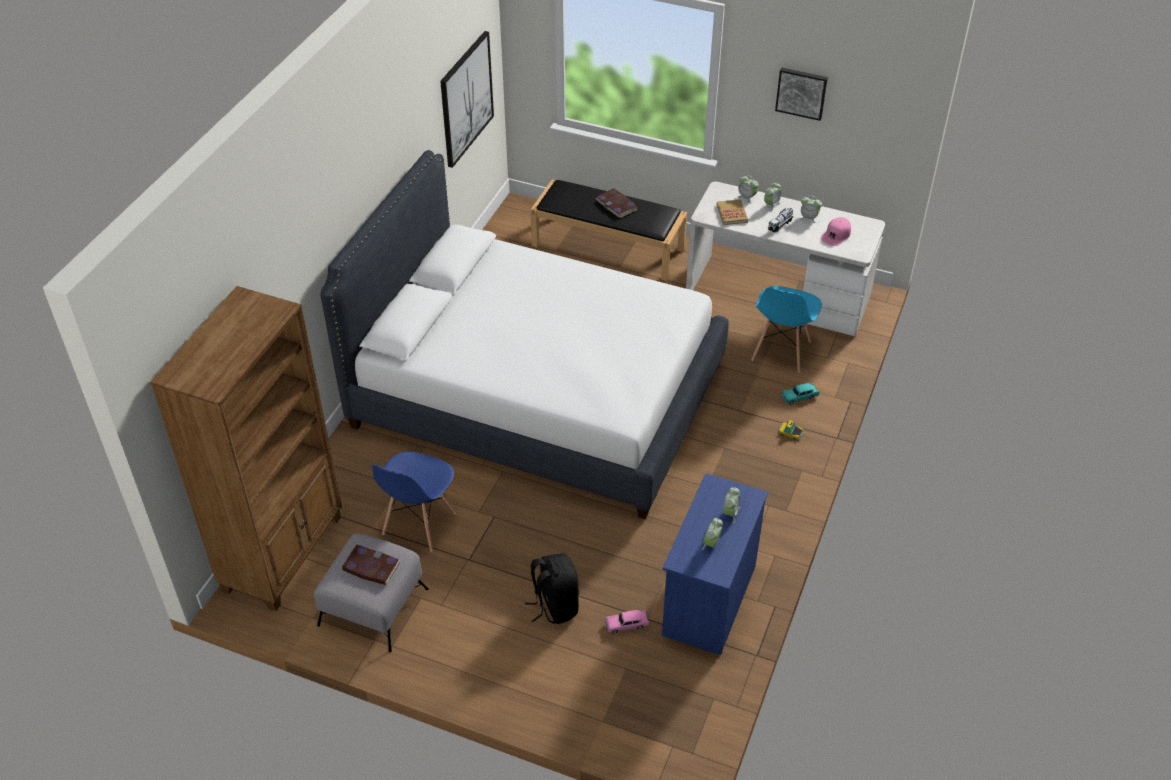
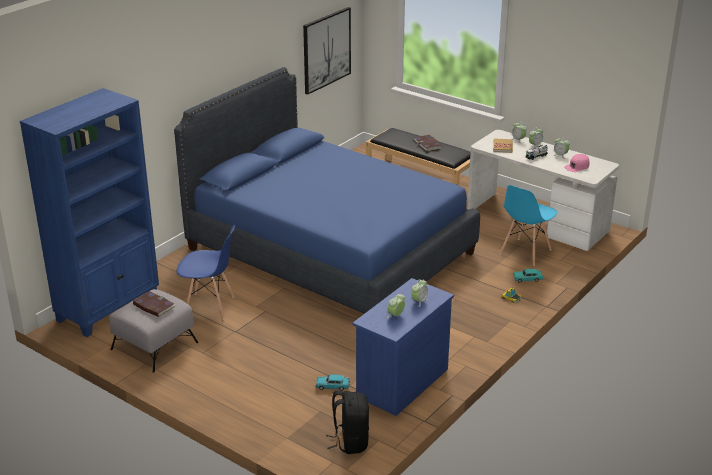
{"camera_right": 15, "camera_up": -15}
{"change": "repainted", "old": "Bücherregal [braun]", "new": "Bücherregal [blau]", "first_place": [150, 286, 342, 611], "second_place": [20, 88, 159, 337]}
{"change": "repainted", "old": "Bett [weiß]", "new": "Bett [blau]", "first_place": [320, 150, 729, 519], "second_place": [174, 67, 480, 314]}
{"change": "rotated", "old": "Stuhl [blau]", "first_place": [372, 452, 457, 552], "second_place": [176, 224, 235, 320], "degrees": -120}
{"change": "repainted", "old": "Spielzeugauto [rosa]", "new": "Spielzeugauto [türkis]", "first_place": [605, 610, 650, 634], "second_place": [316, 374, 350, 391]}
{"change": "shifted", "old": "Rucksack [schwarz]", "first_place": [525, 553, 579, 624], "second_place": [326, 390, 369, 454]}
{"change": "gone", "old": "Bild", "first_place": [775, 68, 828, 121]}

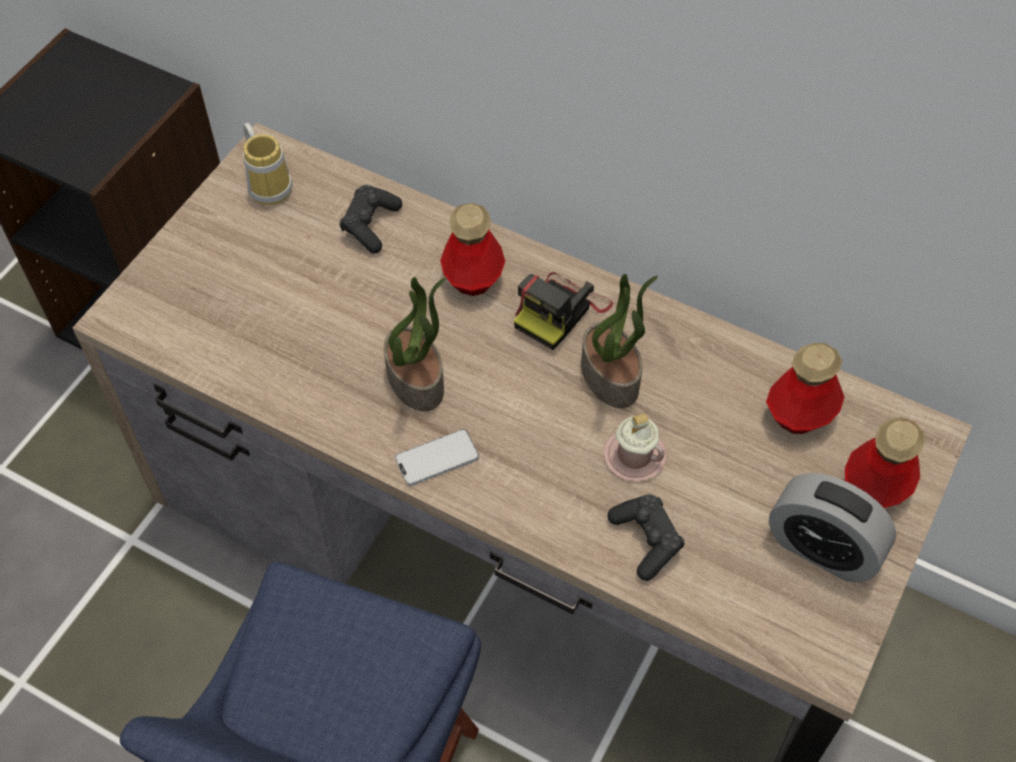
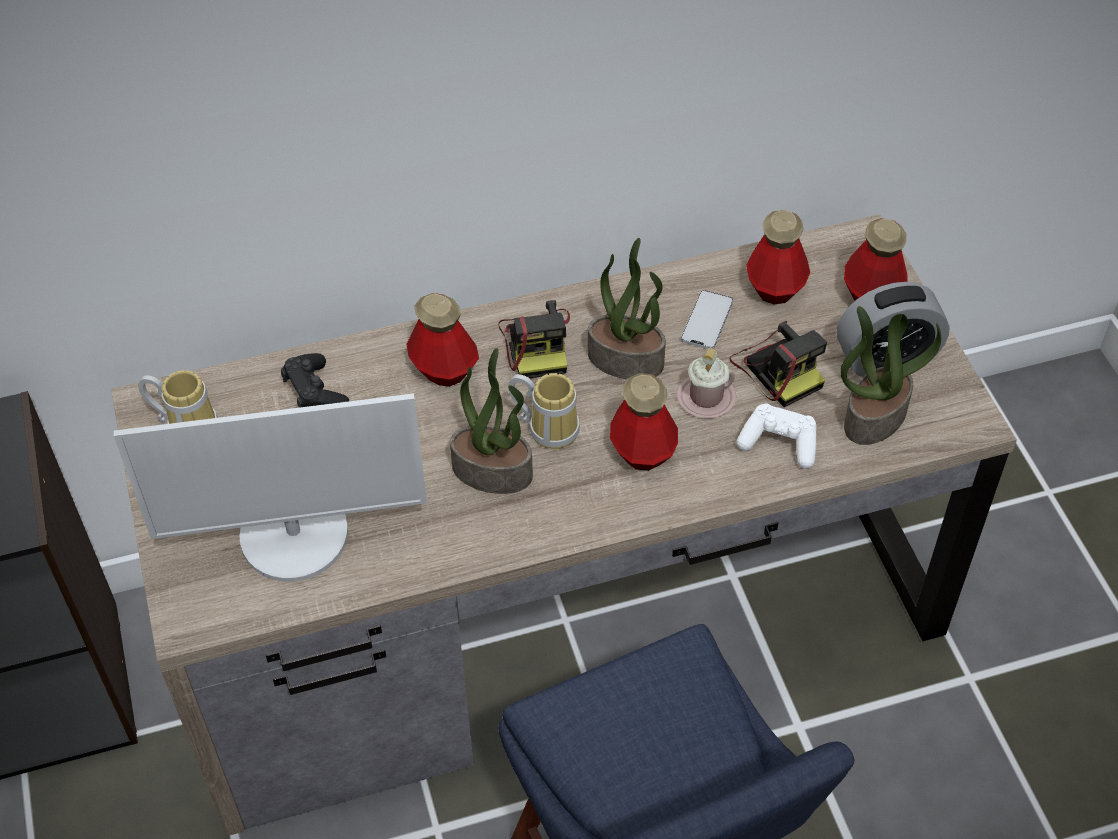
{"camera_right": -45, "camera_up": -5}
{"change": "new", "new": "Monitor", "second_place": [114, 393, 427, 582]}
{"change": "new", "new": "Henkelbecher", "second_place": [508, 373, 580, 449]}
{"change": "new", "new": "Flasche", "second_place": [610, 373, 678, 471]}
{"change": "shifted", "old": "Handy", "first_place": [395, 429, 479, 486], "second_place": [681, 290, 733, 349]}
{"change": "new", "new": "Kamera", "second_place": [730, 321, 827, 407]}
{"change": "repainted", "old": "Gamepad [schwarz]", "new": "Gamepad [weiß]", "first_place": [607, 494, 685, 581], "second_place": [737, 403, 817, 469]}
{"change": "new", "new": "Topfpflanze", "second_place": [840, 306, 941, 445]}

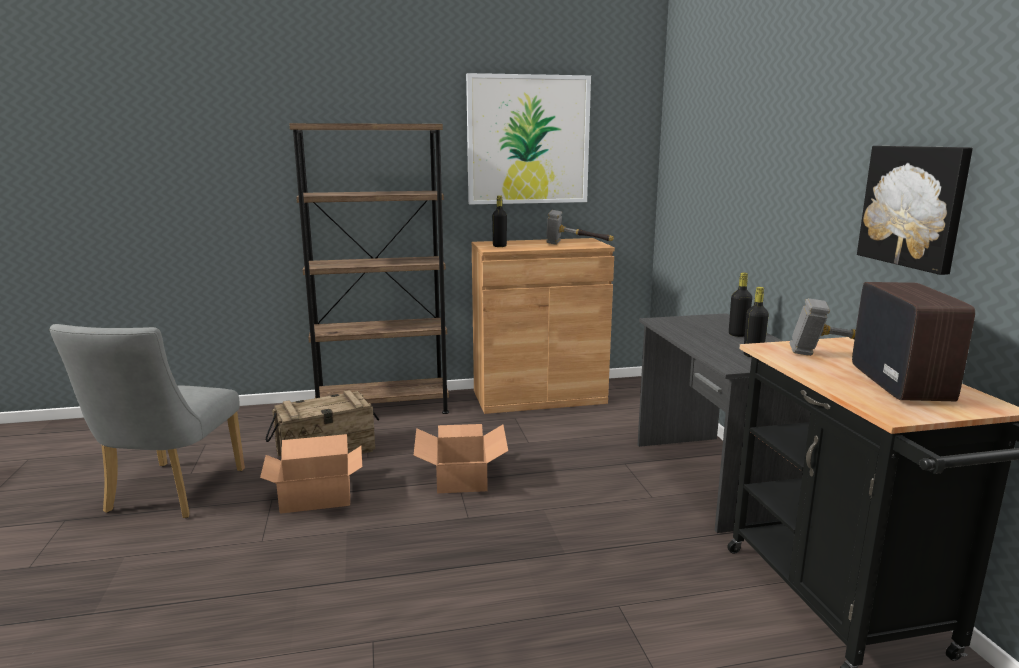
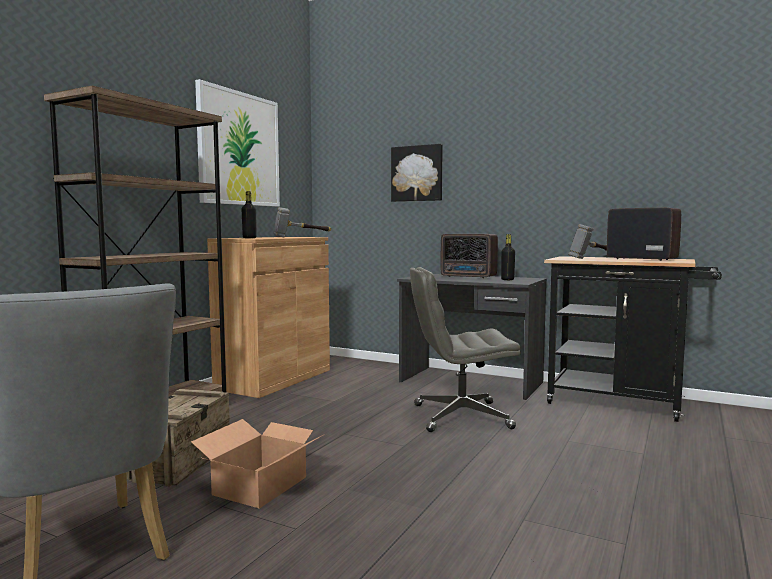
{"camera_right": -50, "camera_up": -10}
{"change": "shifted", "old": "Bild", "first_place": [857, 146, 973, 275], "second_place": [391, 144, 443, 202]}
{"change": "new", "new": "Bürostuhl [grau]", "second_place": [410, 267, 521, 432]}
{"change": "swapped", "old": "Flasche [schwarz]", "new": "Radio", "first_place": [729, 273, 752, 337], "second_place": [441, 234, 498, 278]}
{"change": "gone", "old": "Karton", "first_place": [414, 424, 508, 493]}

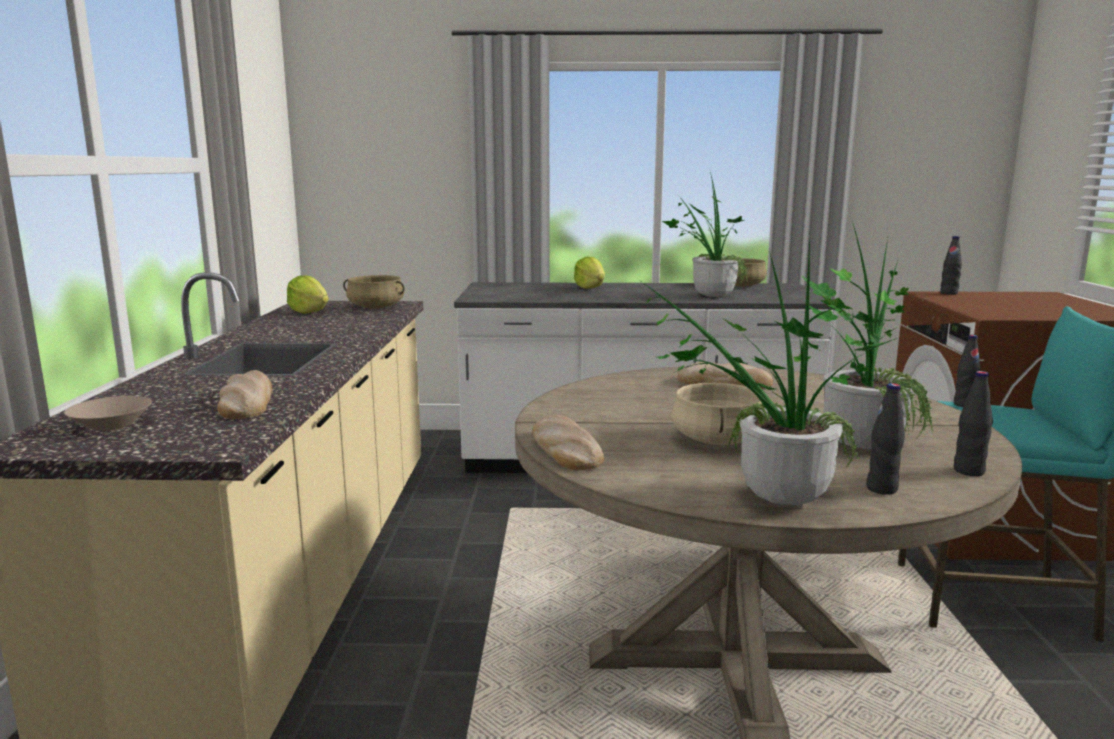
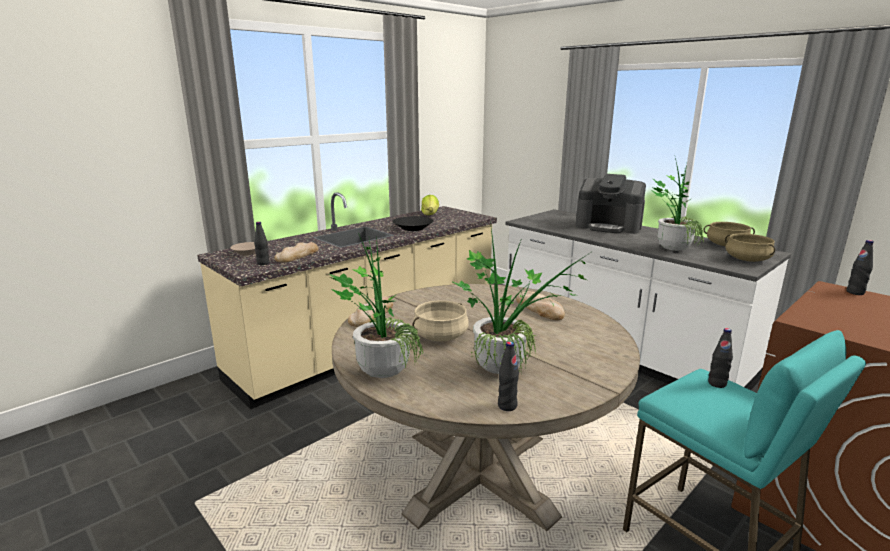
{"camera_right": 45, "camera_up": 5}
{"change": "shifted", "old": "Flasche [schwarz]", "first_place": [866, 383, 905, 495], "second_place": [254, 222, 270, 265]}
{"change": "new", "new": "Schüssel [schwarz]", "second_place": [392, 216, 433, 231]}
{"change": "swapped", "old": "Salatkopf", "new": "Kaffeemaschine", "first_place": [574, 257, 605, 289], "second_place": [576, 174, 646, 234]}
{"change": "shifted", "old": "Kochtopf [beige]", "first_place": [343, 275, 404, 308], "second_place": [725, 233, 775, 262]}

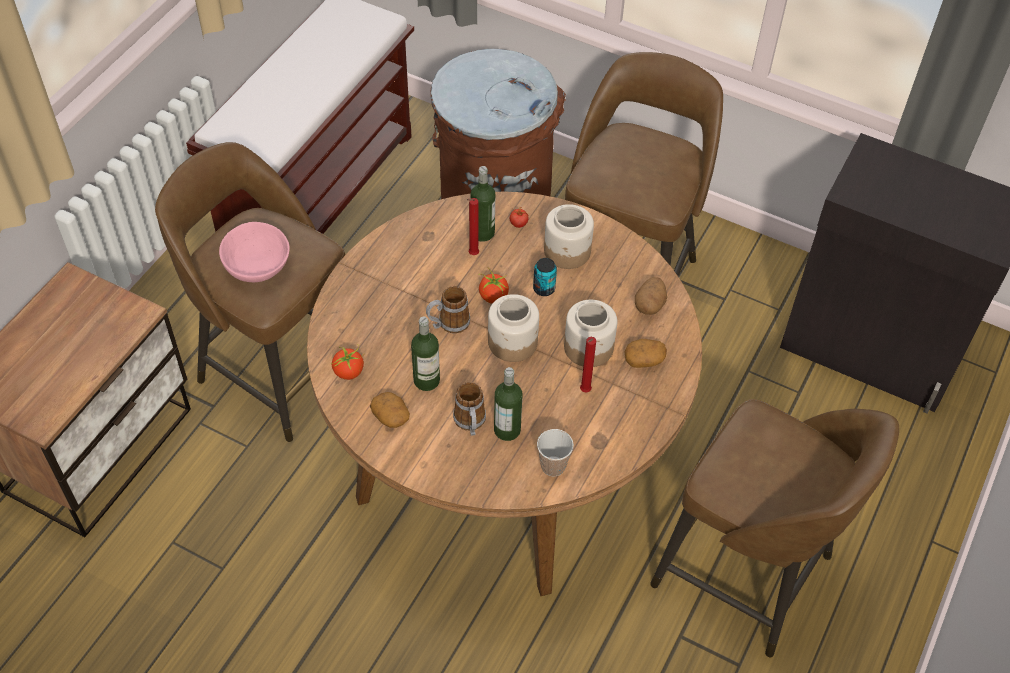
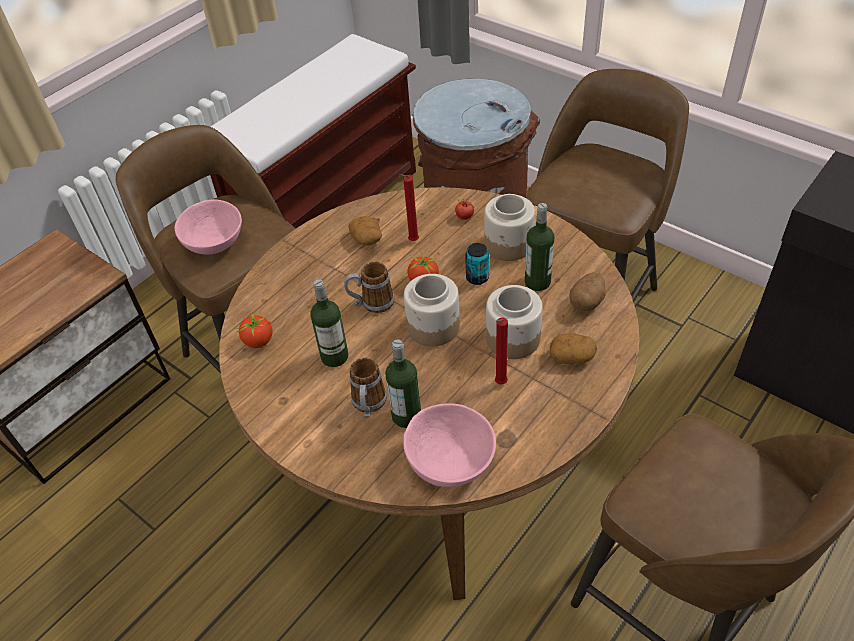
{"camera_right": 15, "camera_up": -5}
{"change": "shifted", "old": "Kartoffel", "first_place": [370, 392, 410, 428], "second_place": [348, 216, 382, 246]}
{"change": "swapped", "old": "Tasse", "new": "Schüssel [rosa]", "first_place": [537, 429, 574, 477], "second_place": [403, 403, 496, 487]}
{"change": "shifted", "old": "Flasche", "first_place": [471, 166, 495, 242], "second_place": [525, 203, 554, 291]}

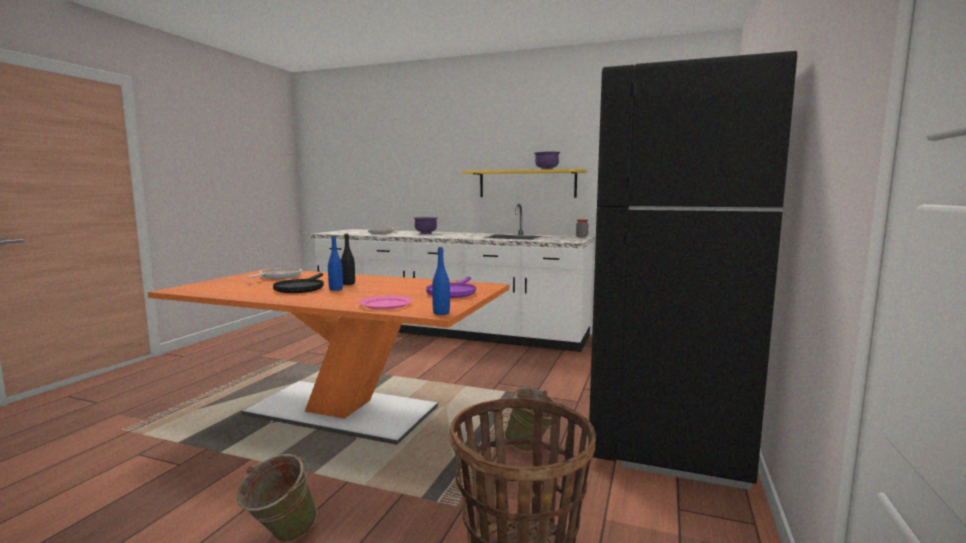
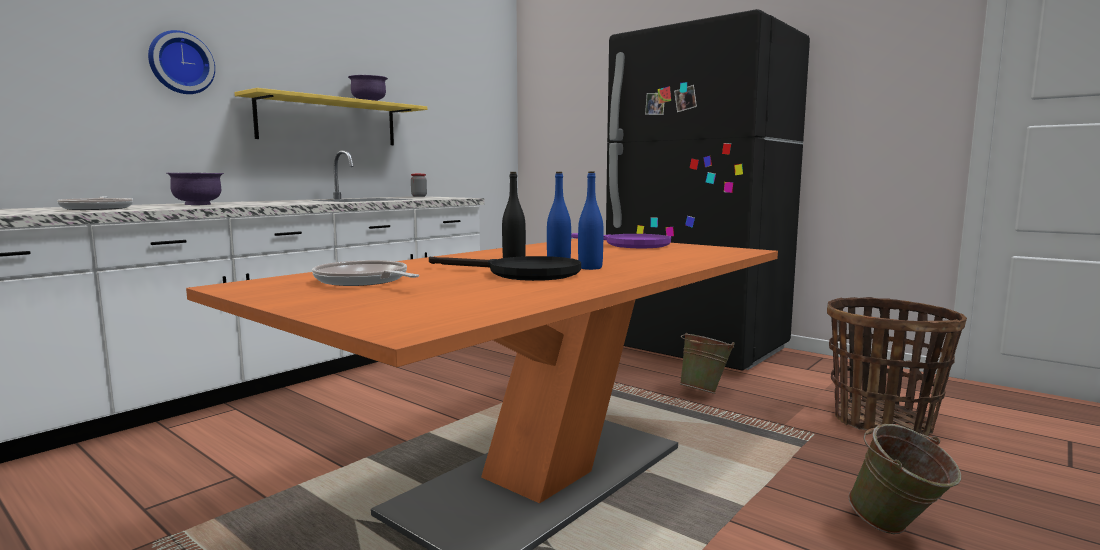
{"camera_right": -70, "camera_up": 0}
{"change": "new", "new": "Wanduhr", "second_place": [148, 30, 215, 94]}
{"change": "shifted", "old": "Flasche [blau]", "first_place": [432, 247, 450, 315], "second_place": [578, 171, 604, 270]}
{"change": "gone", "old": "Teller [rosa]", "first_place": [359, 295, 413, 310]}

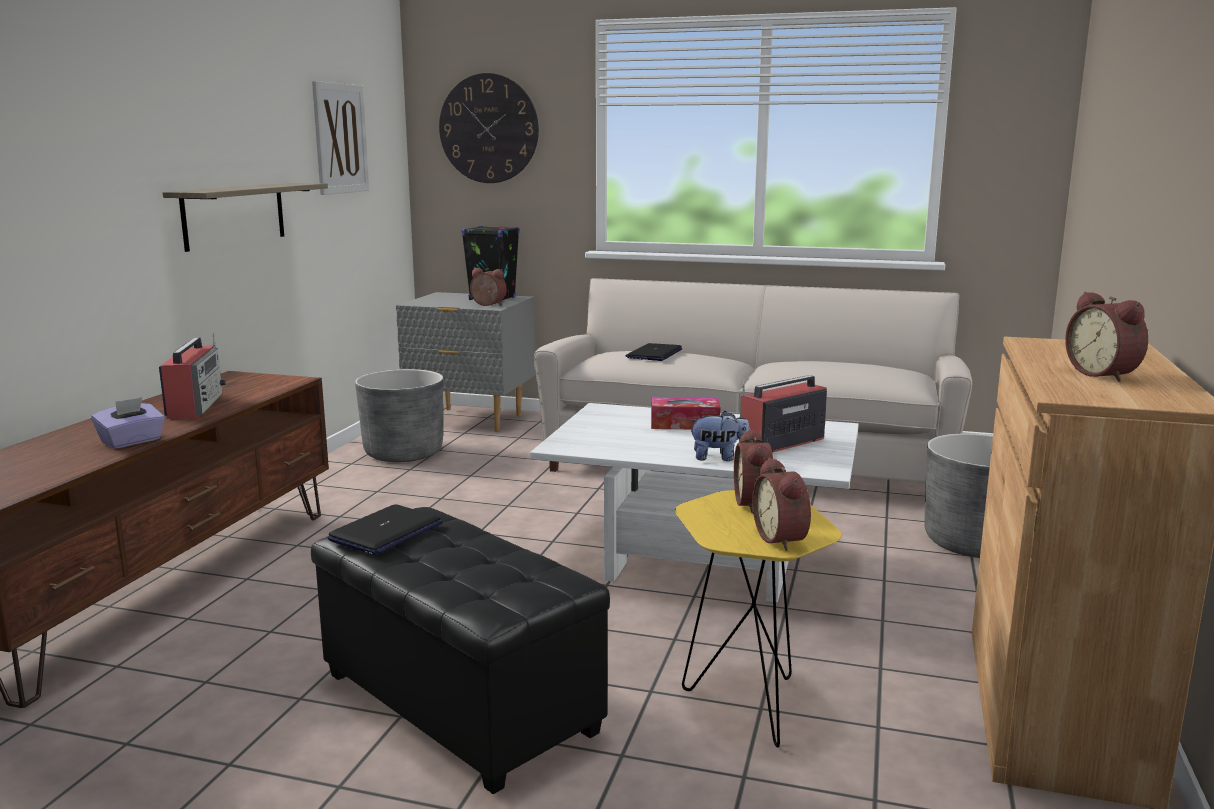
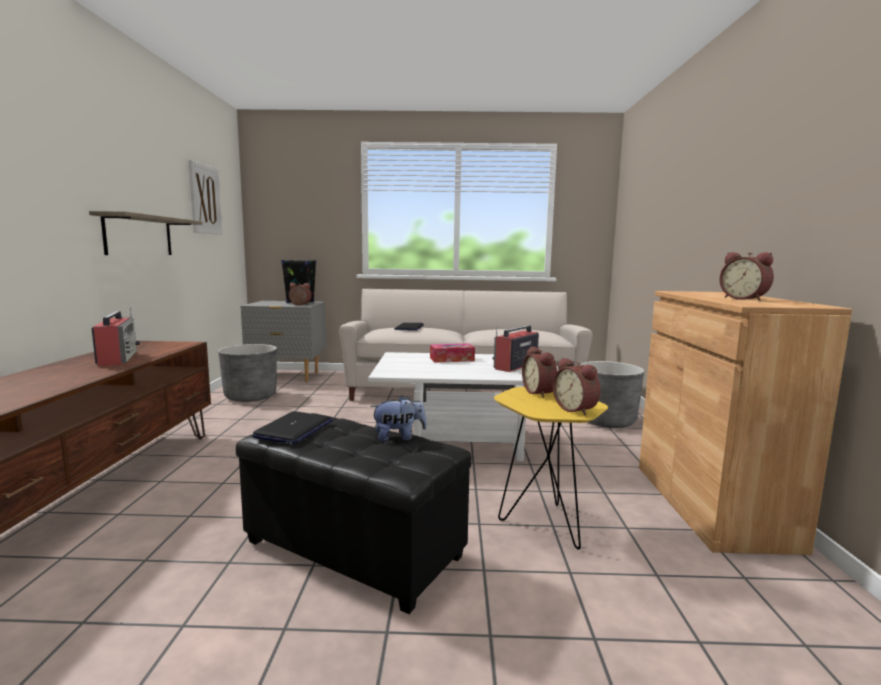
{"camera_right": -15, "camera_up": -5}
{"change": "shifted", "old": "Plüschtier", "first_place": [688, 411, 750, 461], "second_place": [371, 395, 427, 442]}
{"change": "gone", "old": "Taschentuchbox [lila]", "first_place": [92, 397, 165, 449]}
{"change": "gone", "old": "Wanduhr", "first_place": [439, 73, 539, 183]}

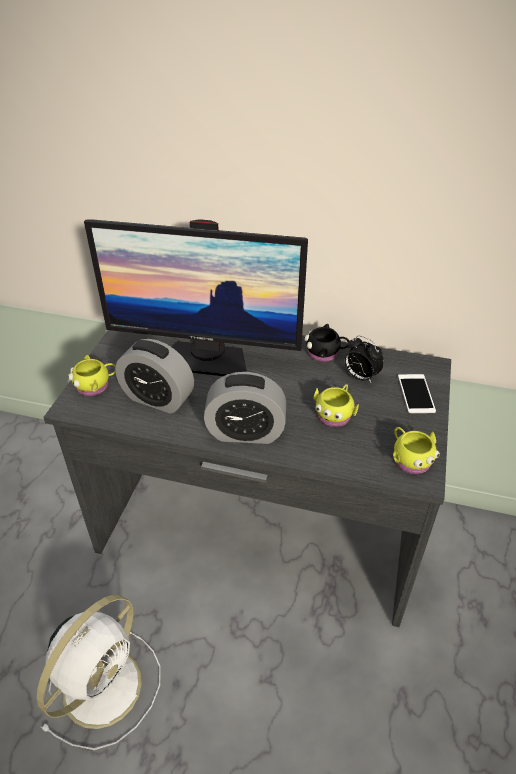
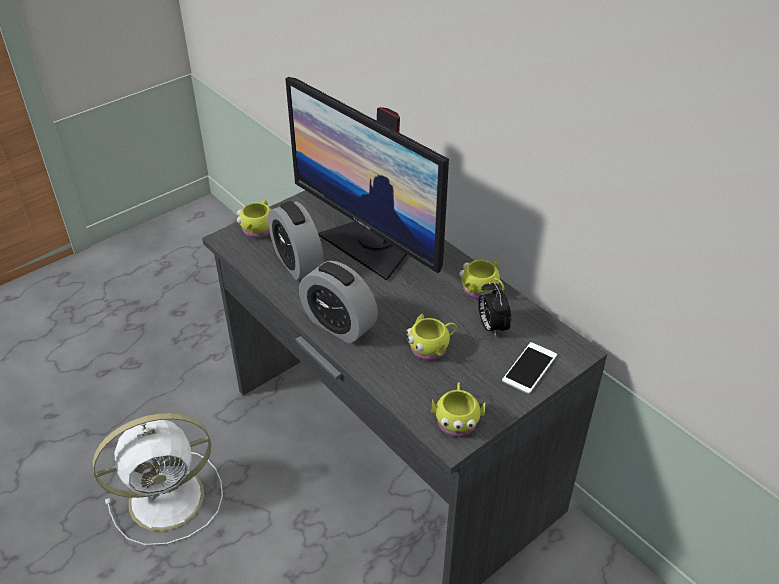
{"camera_right": 35, "camera_up": 0}
{"change": "repainted", "old": "Henkelbecher [schwarz]", "new": "Henkelbecher [gelb]", "first_place": [304, 324, 349, 362], "second_place": [459, 260, 504, 299]}

